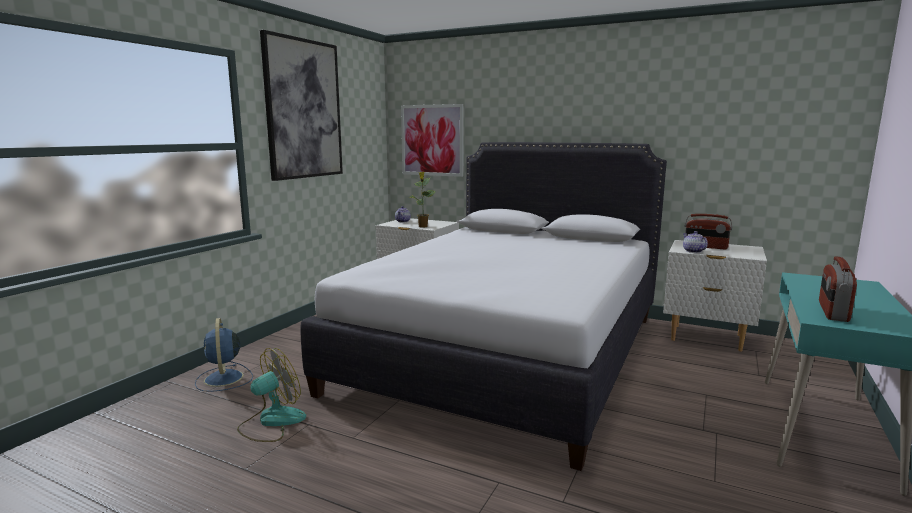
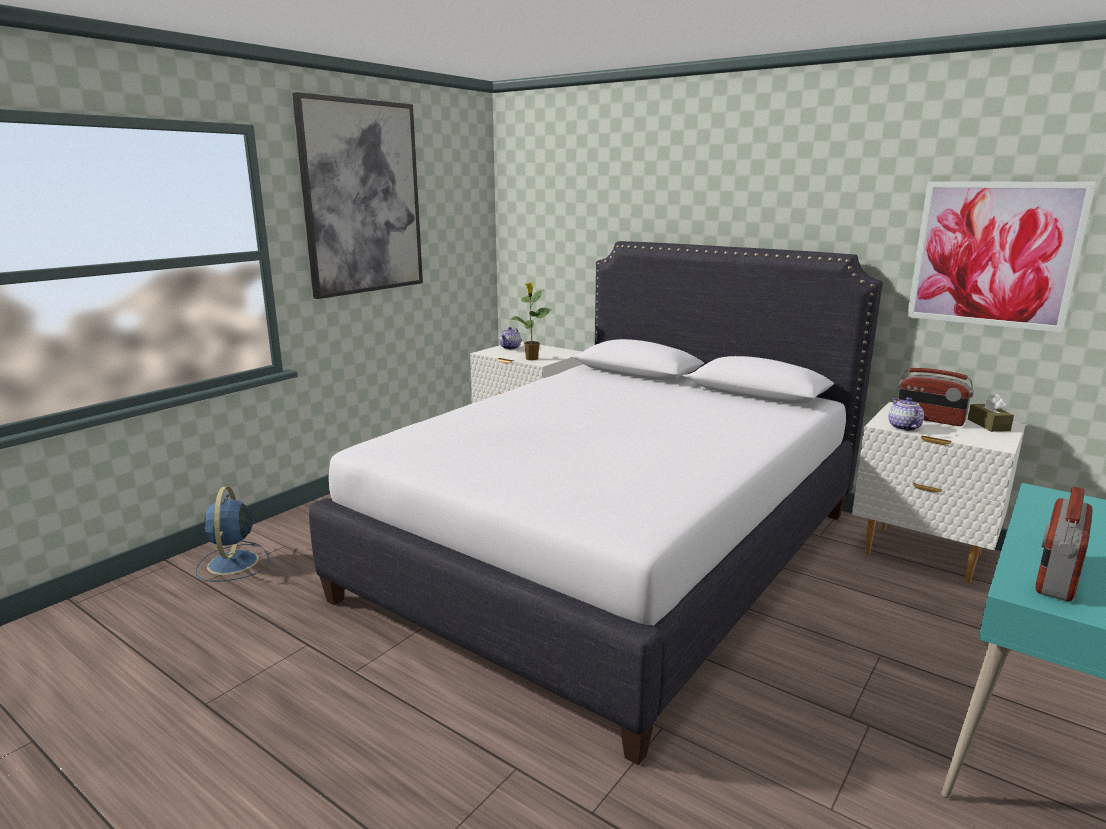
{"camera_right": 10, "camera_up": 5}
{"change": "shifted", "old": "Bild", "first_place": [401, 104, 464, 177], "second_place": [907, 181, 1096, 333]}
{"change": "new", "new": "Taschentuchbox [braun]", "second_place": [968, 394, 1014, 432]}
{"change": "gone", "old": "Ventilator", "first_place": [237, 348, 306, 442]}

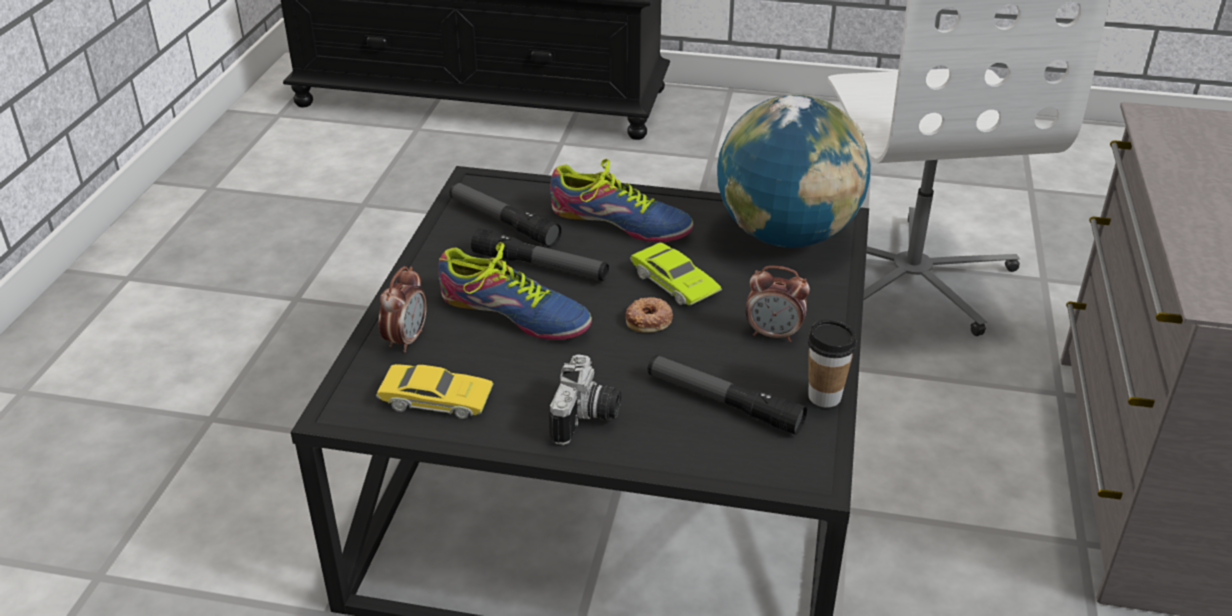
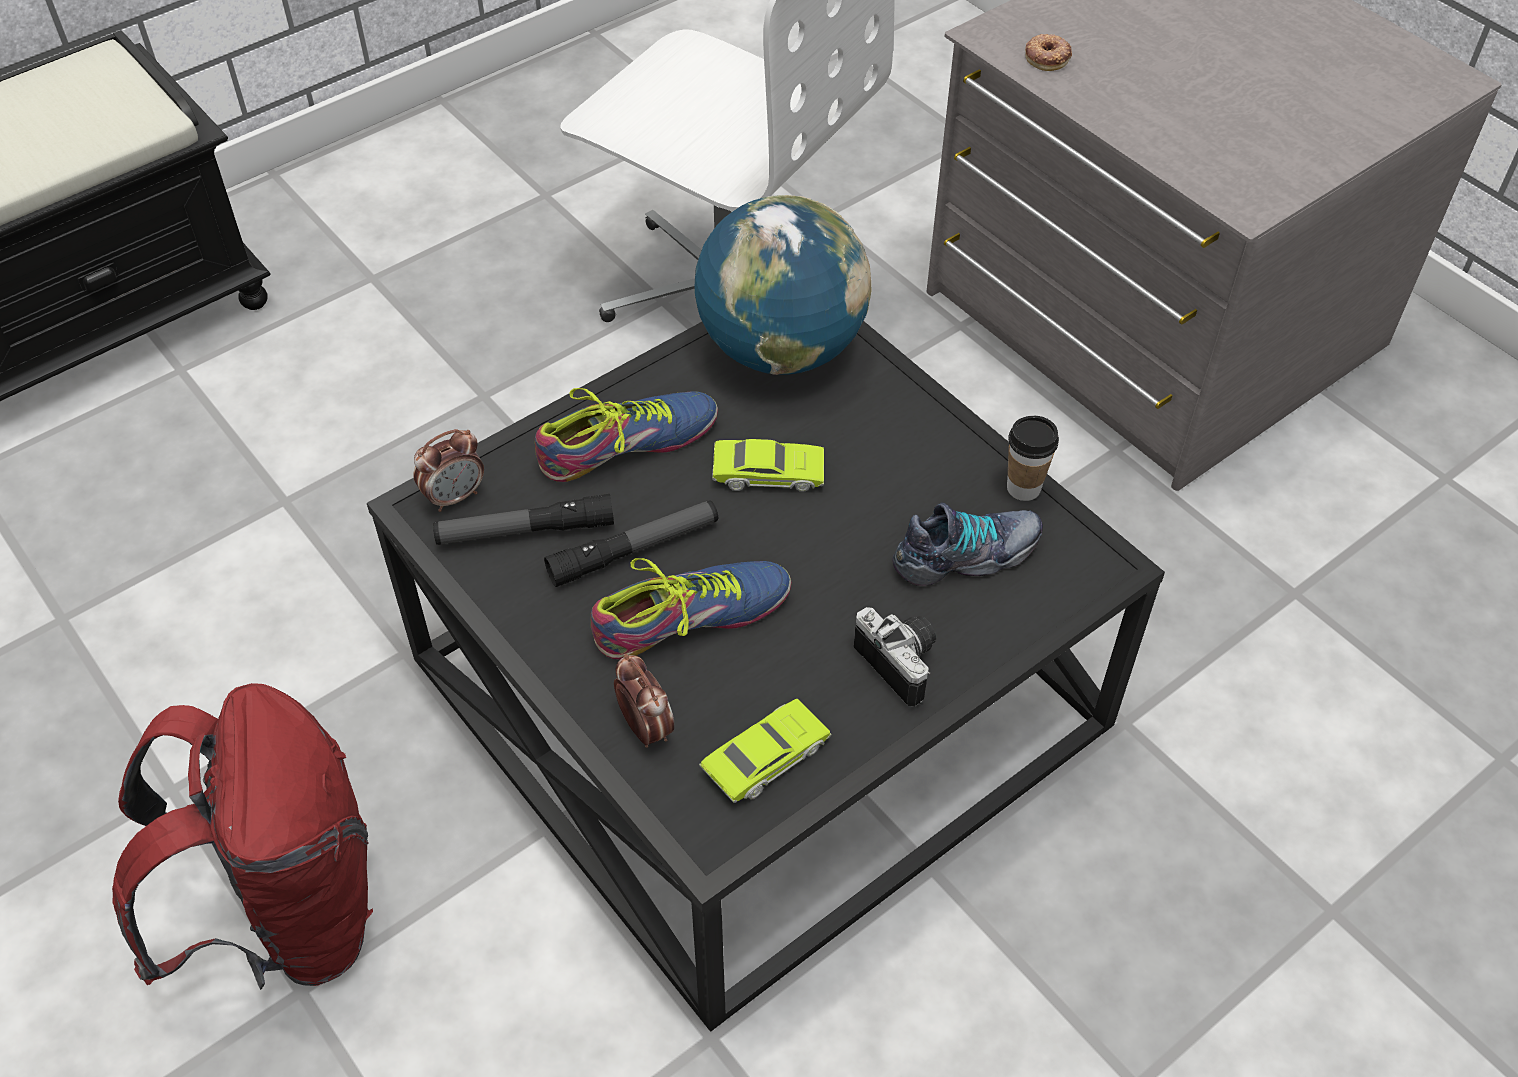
{"camera_right": -50, "camera_up": 15}
{"change": "new", "new": "Rucksack [rot]", "second_place": [112, 683, 373, 990]}
{"change": "shifted", "old": "Wecker", "first_place": [746, 266, 810, 342], "second_place": [413, 429, 484, 512]}
{"change": "repainted", "old": "Spielzeugauto [gelb]", "new": "Spielzeugauto [grün]", "first_place": [376, 364, 494, 419], "second_place": [699, 699, 832, 803]}
{"change": "swapped", "old": "Taschenlampe", "new": "Schuh", "first_place": [647, 355, 807, 435], "second_place": [892, 503, 1043, 586]}
{"change": "shifted", "old": "Donut", "first_place": [626, 297, 673, 333], "second_place": [1025, 34, 1072, 71]}

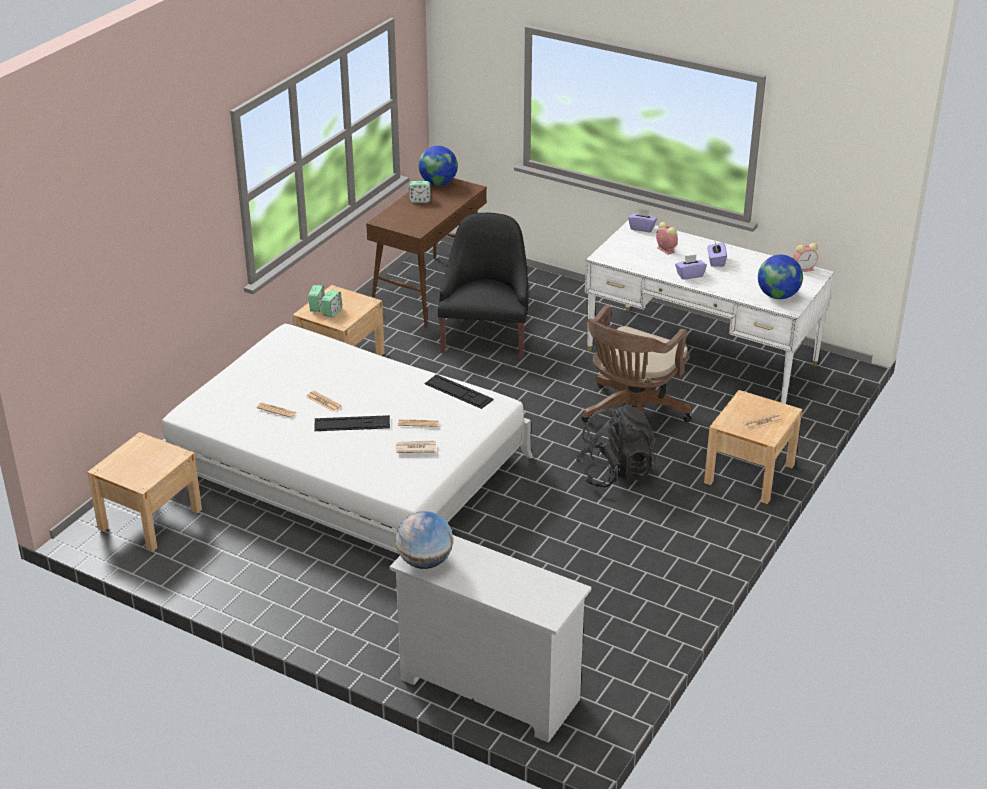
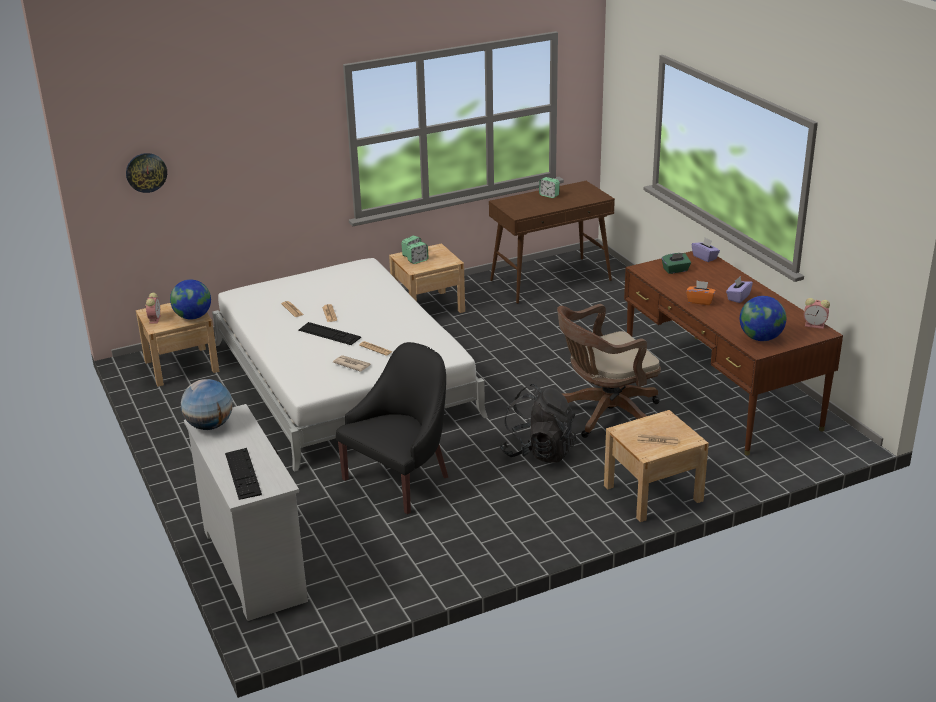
{"camera_right": 35, "camera_up": -5}
{"change": "new", "new": "Wanduhr", "second_place": [126, 153, 167, 193]}
{"change": "shifted", "old": "Wecker", "first_place": [656, 222, 678, 255], "second_place": [145, 293, 161, 324]}
{"change": "shifted", "old": "Globus", "first_place": [418, 146, 458, 185], "second_place": [170, 279, 211, 320]}
{"change": "shifted", "old": "Tastatur", "first_place": [424, 374, 493, 409], "second_place": [225, 448, 262, 500]}
{"change": "shifted", "old": "Sessel [schwarz]", "first_place": [438, 213, 529, 359], "second_place": [336, 342, 448, 514]}
{"change": "repainted", "old": "Schreibtisch [weiß]", "new": "Schreibtisch [braun]", "first_place": [585, 220, 834, 404], "second_place": [624, 251, 843, 455]}
{"change": "new", "new": "Taschentuchbox [grün]", "second_place": [662, 253, 691, 274]}
{"change": "repainted", "old": "Taschentuchbox [lila]", "new": "Taschentuchbox [orange]", "first_place": [675, 255, 707, 280], "second_place": [686, 281, 716, 305]}

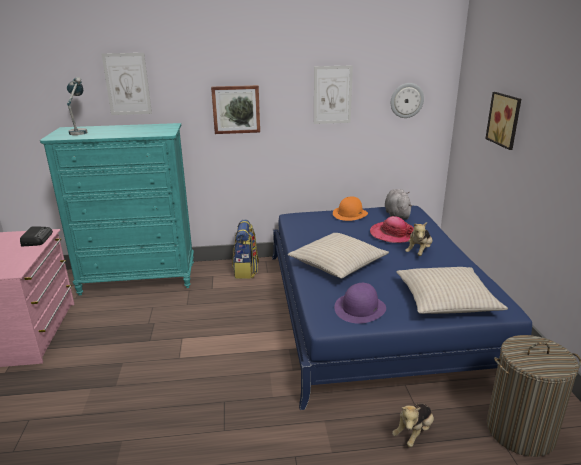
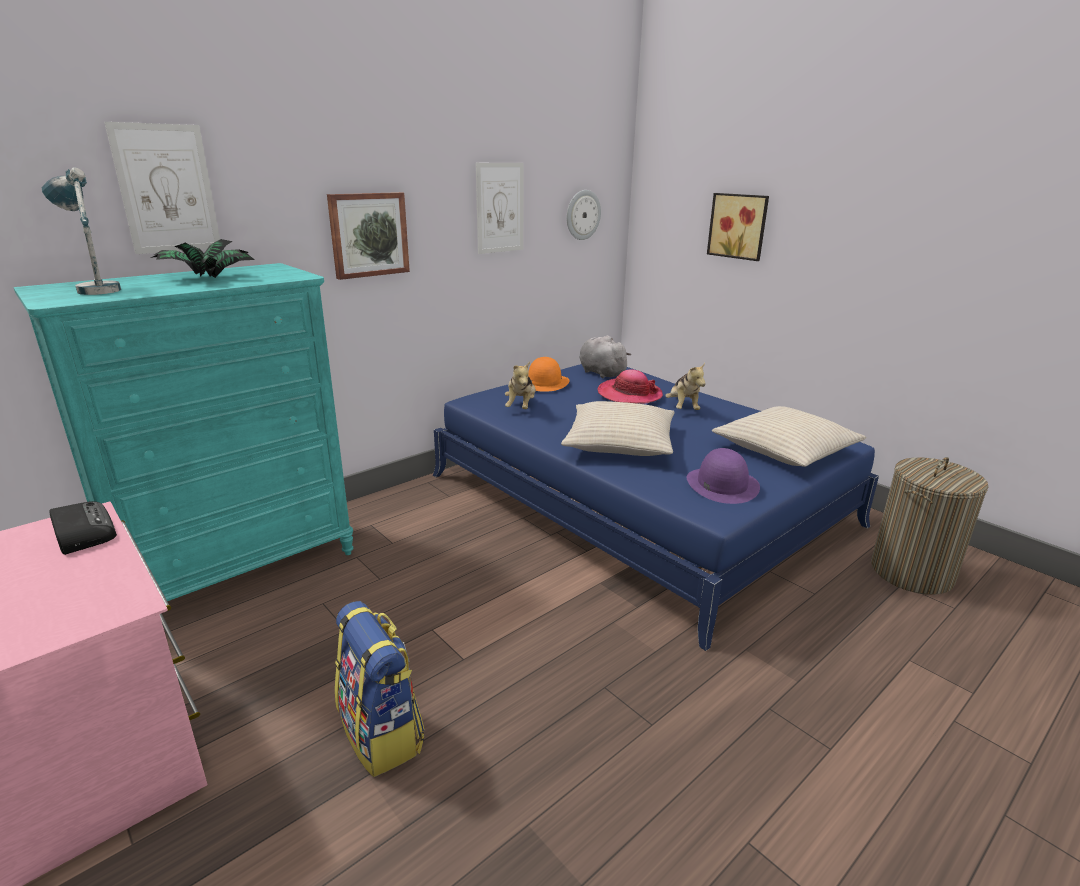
{"camera_right": -35, "camera_up": 0}
{"change": "new", "new": "Topfpflanze", "second_place": [150, 239, 254, 278]}
{"change": "shifted", "old": "Rucksack", "first_place": [232, 220, 259, 279], "second_place": [335, 601, 424, 777]}
{"change": "shifted", "old": "Plüschtier", "first_place": [392, 403, 434, 447], "second_place": [505, 362, 536, 409]}

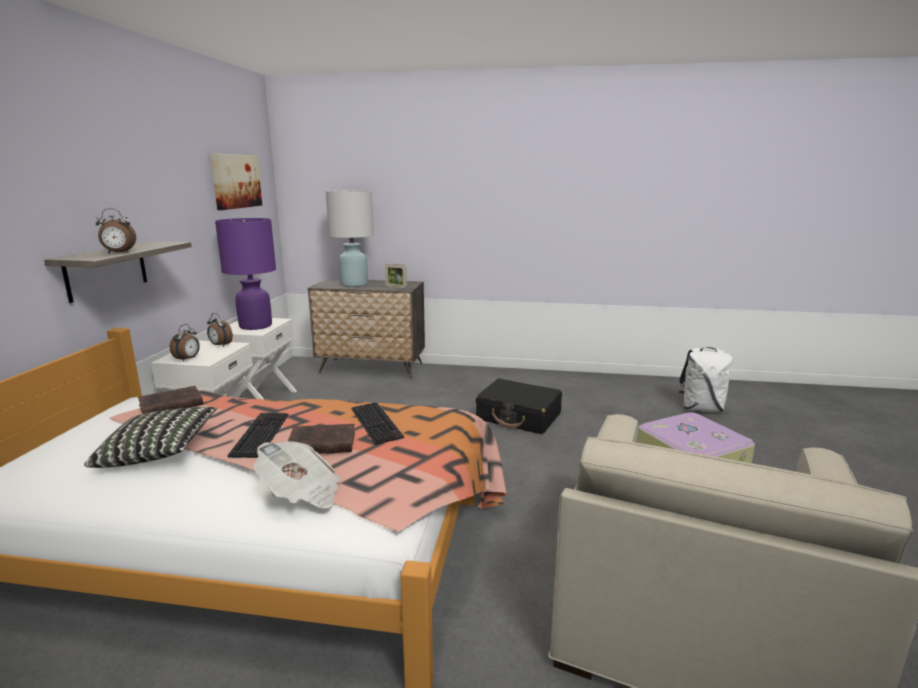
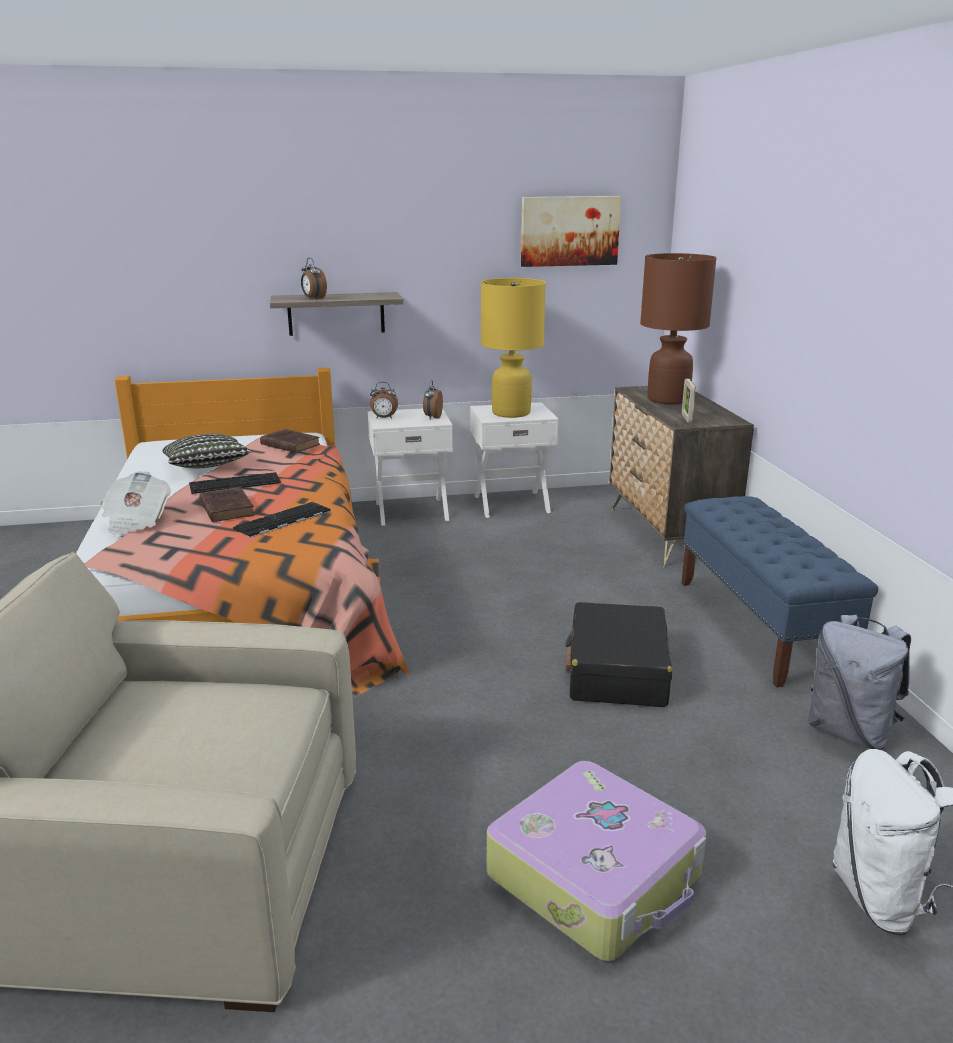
{"camera_right": 70, "camera_up": 5}
{"change": "repainted", "old": "Tischlampe [lila]", "new": "Tischlampe [gelb]", "first_place": [215, 218, 276, 330], "second_place": [481, 278, 546, 418]}
{"change": "repainted", "old": "Tischlampe [weiß]", "new": "Tischlampe [braun]", "first_place": [326, 190, 374, 287], "second_place": [640, 253, 717, 404]}
{"change": "new", "new": "Bank [blau]", "second_place": [681, 496, 878, 688]}
{"change": "new", "new": "Rucksack [grau]", "second_place": [808, 615, 911, 750]}

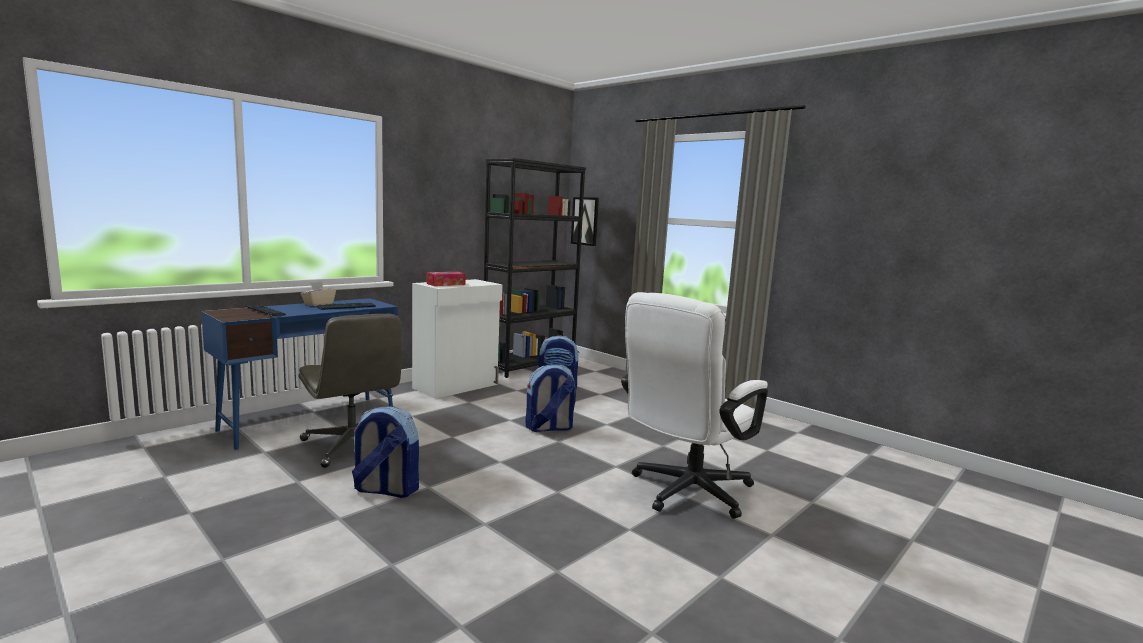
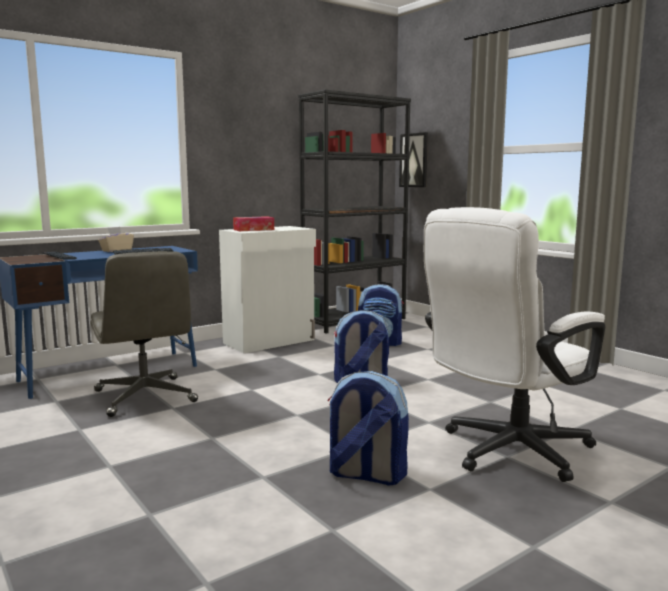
{"camera_right": 10, "camera_up": 0}
{"change": "shifted", "old": "Rucksack", "first_place": [352, 406, 419, 498], "second_place": [328, 371, 409, 485]}

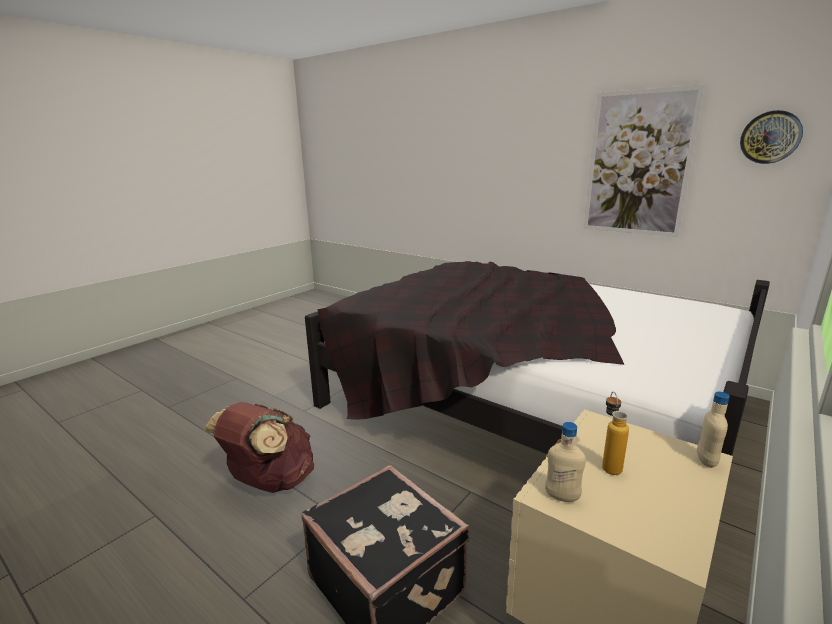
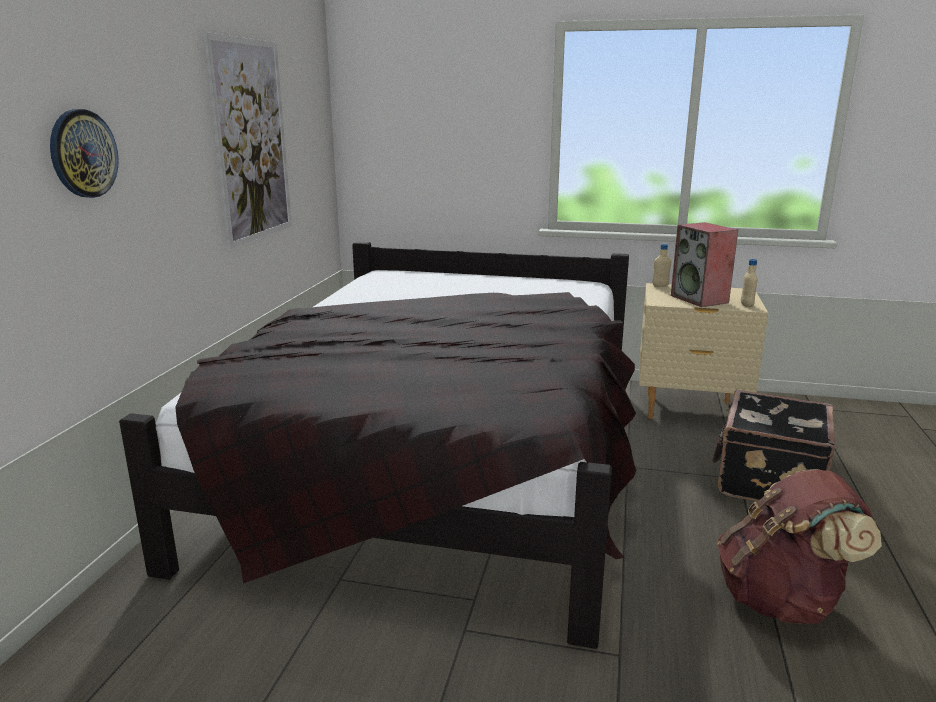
{"camera_right": -115, "camera_up": 0}
{"change": "shifted", "old": "Wanduhr", "first_place": [740, 110, 803, 164], "second_place": [50, 109, 119, 198]}
{"change": "swapped", "old": "Flasche", "new": "Lautsprecher", "first_place": [602, 392, 629, 475], "second_place": [671, 222, 738, 307]}

